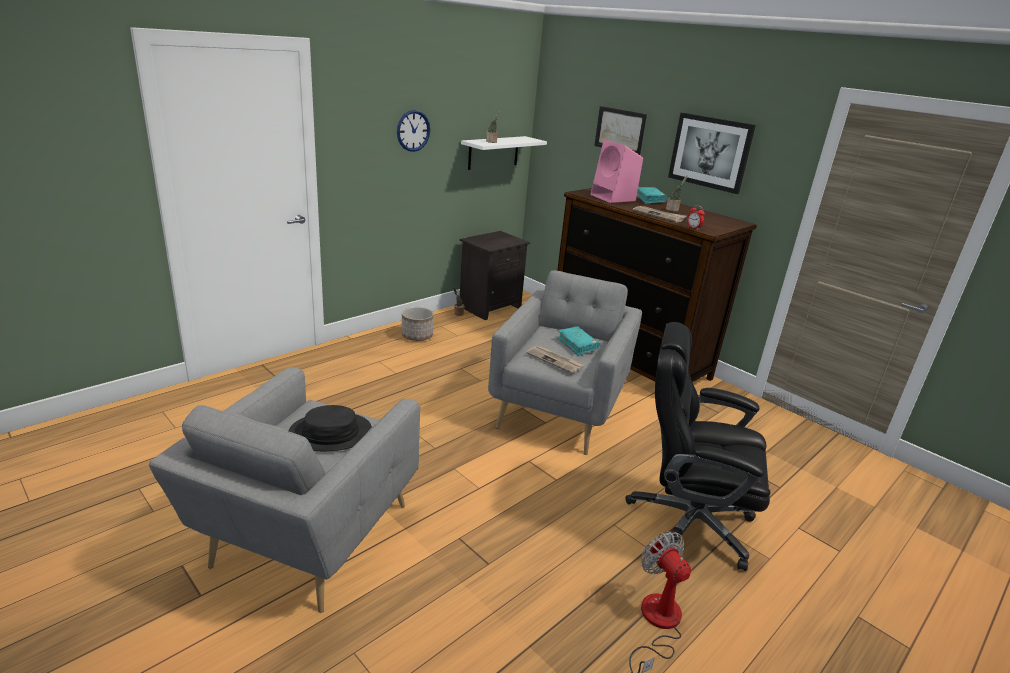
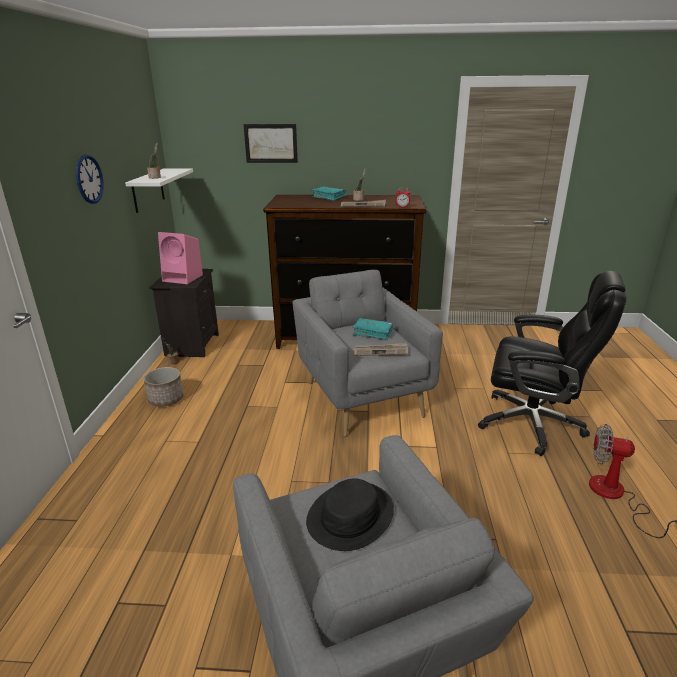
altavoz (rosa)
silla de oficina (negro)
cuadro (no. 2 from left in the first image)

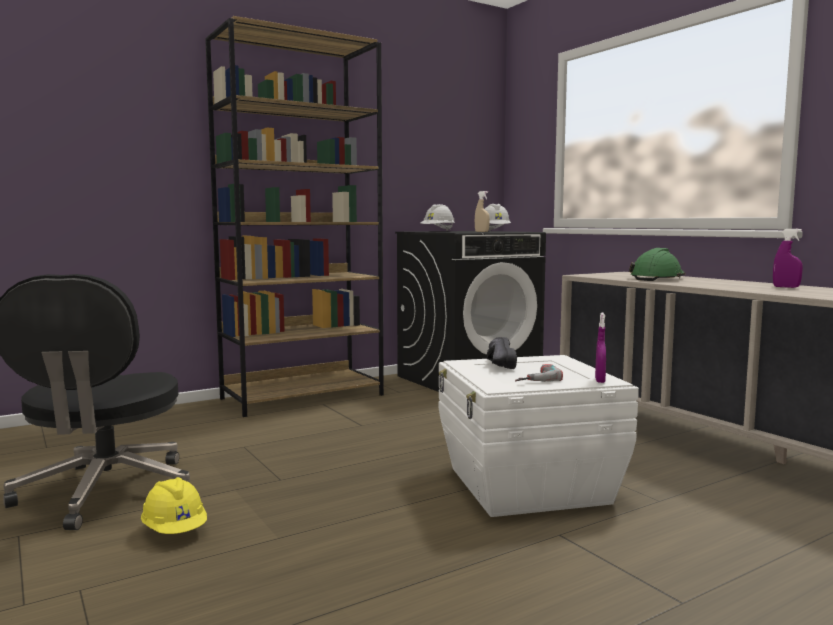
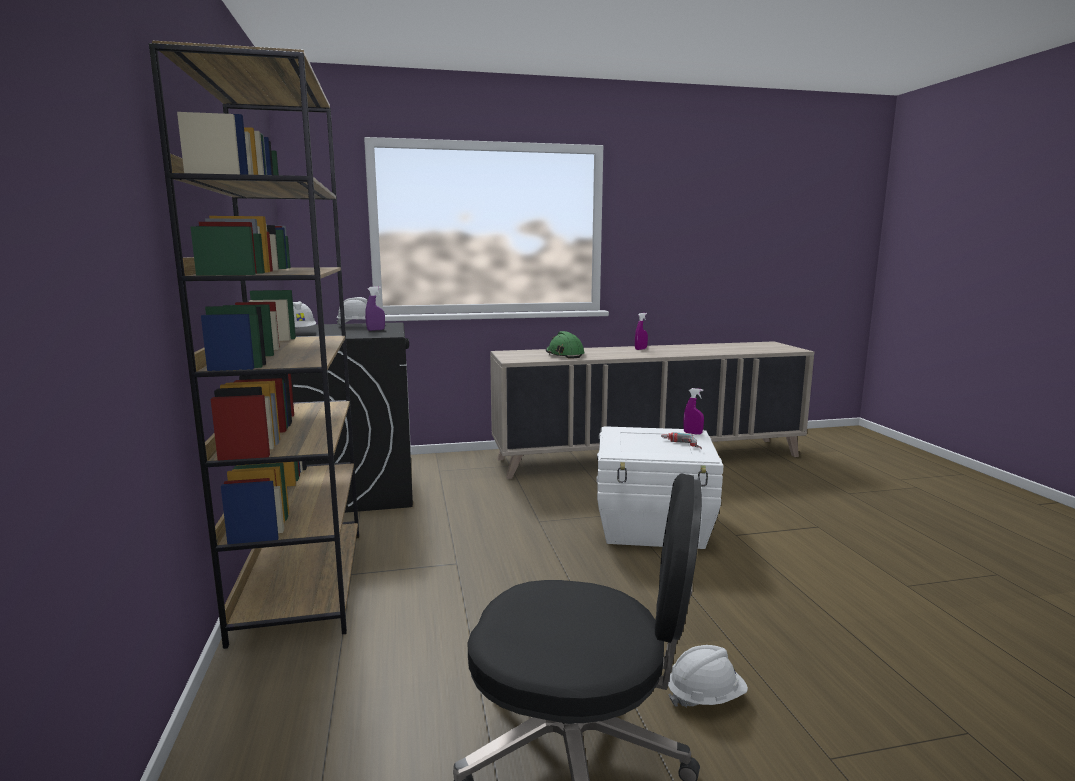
casco (blanco) (no. 3 from left)
pulverizador (morado) (no. 1 from left)
zapato (negro)

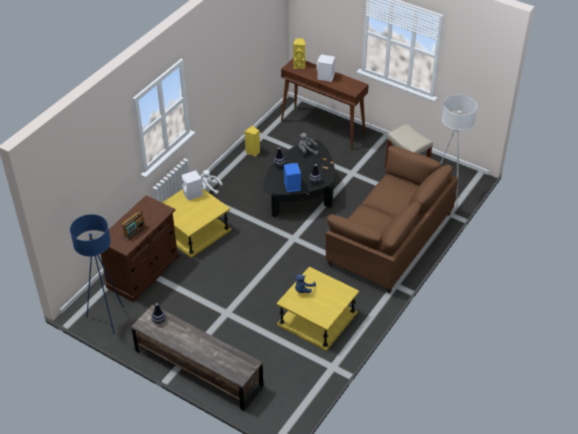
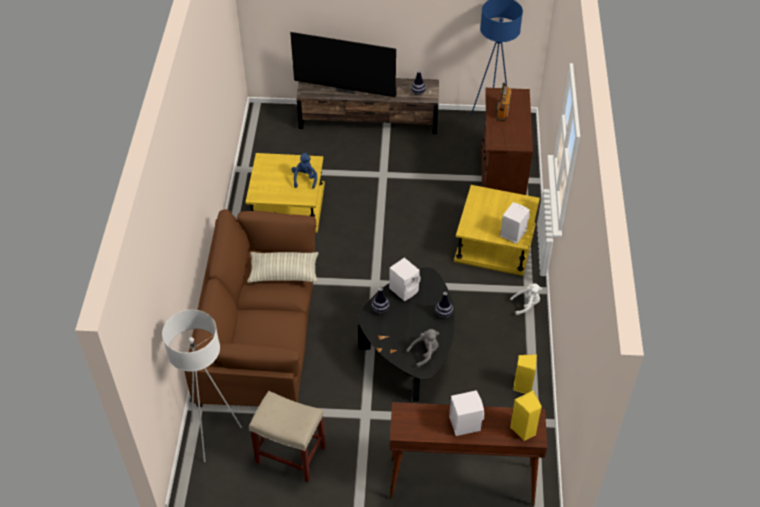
altavoz (blanco) (no. 1 from left)
cojín
televisor

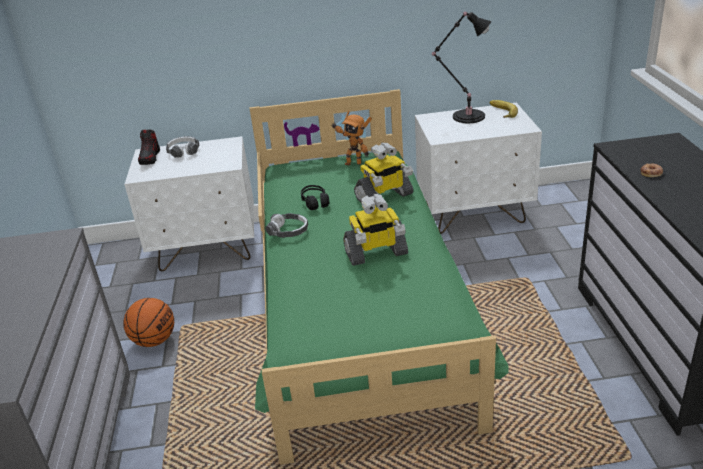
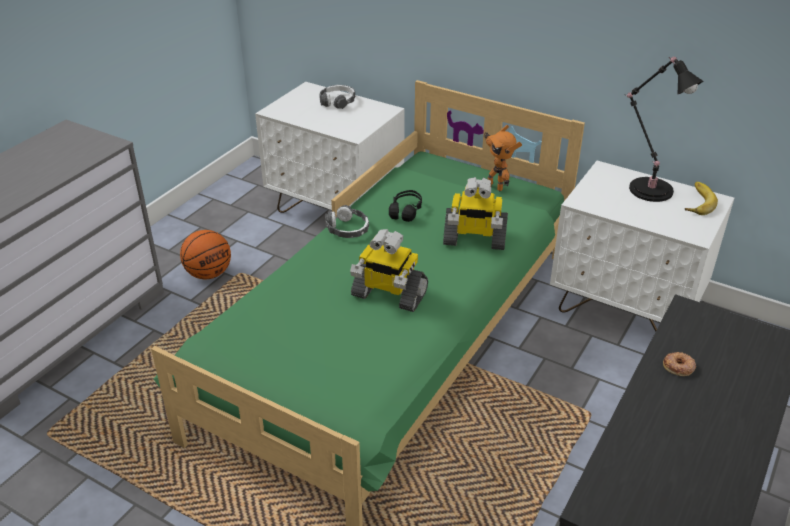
zapato

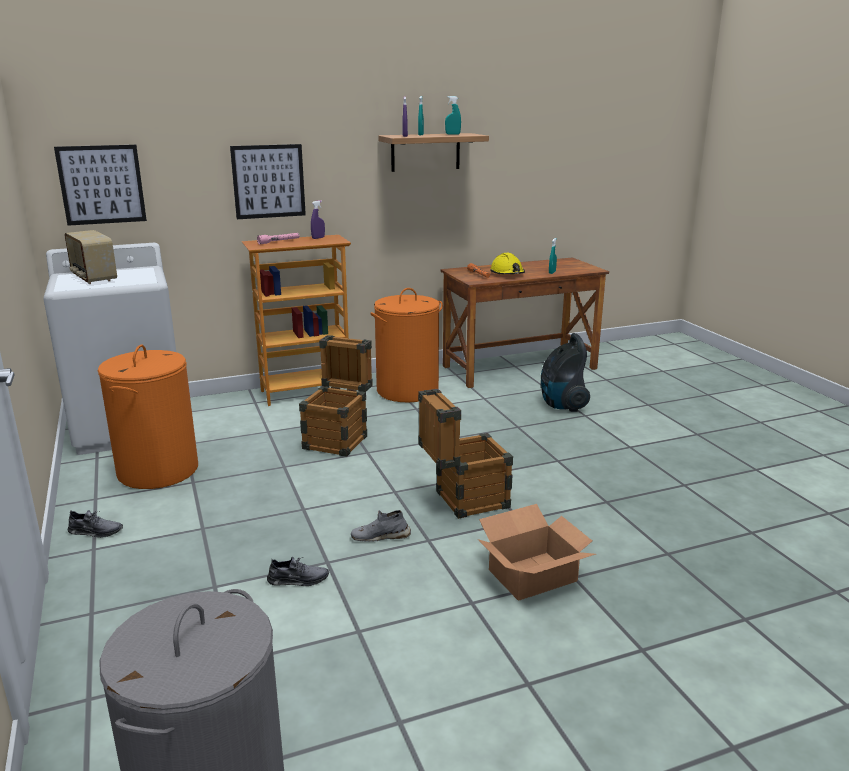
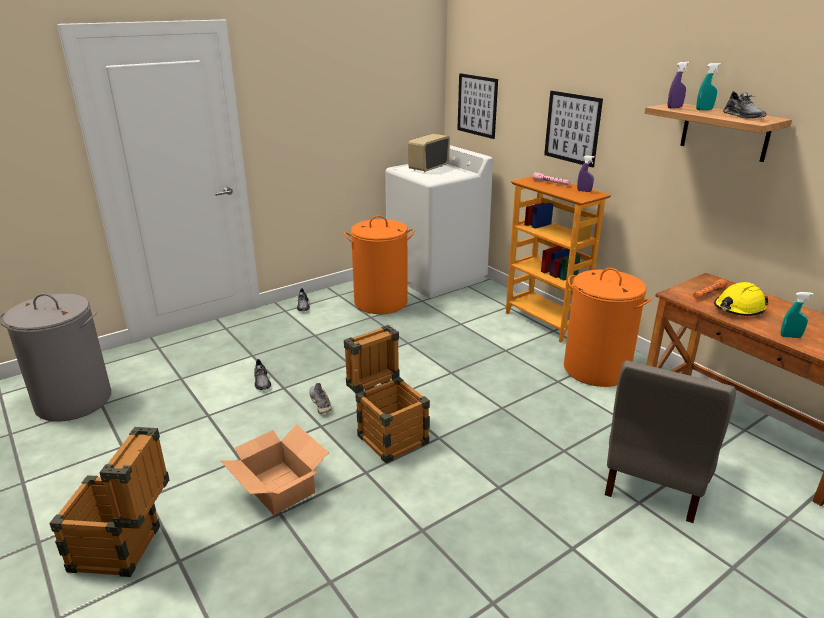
caja de embalaje (no. 1 from left)
zapato (gris) (no. 4 from left)
silla (gris)

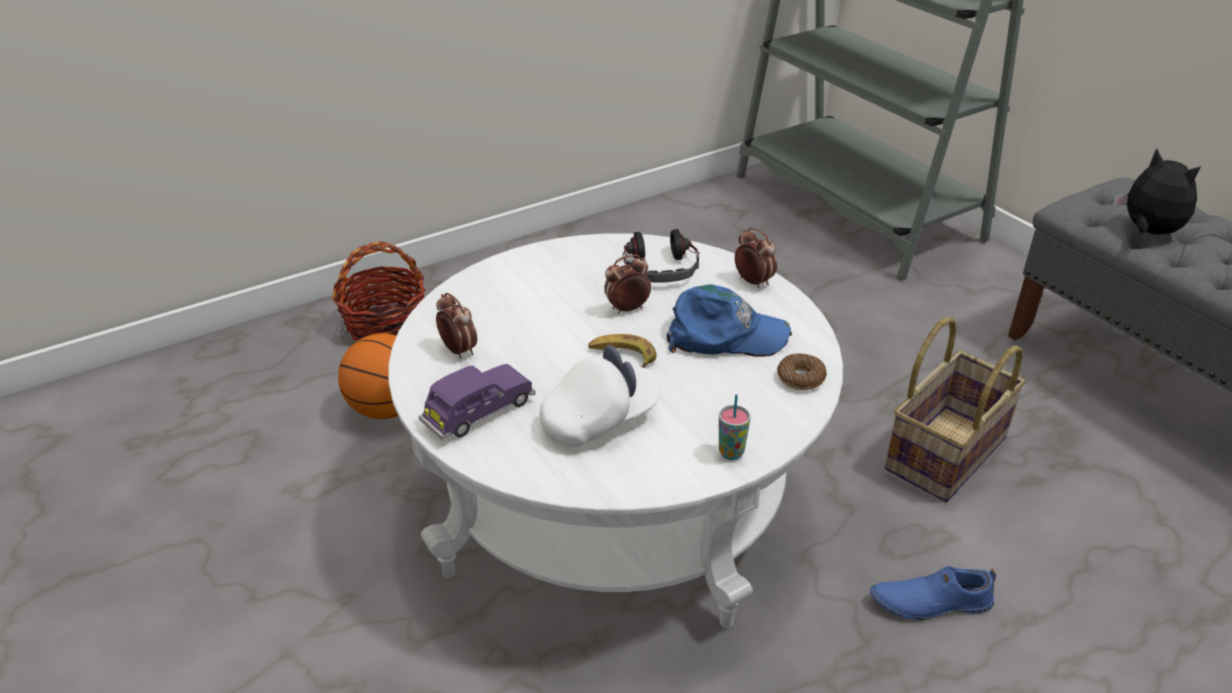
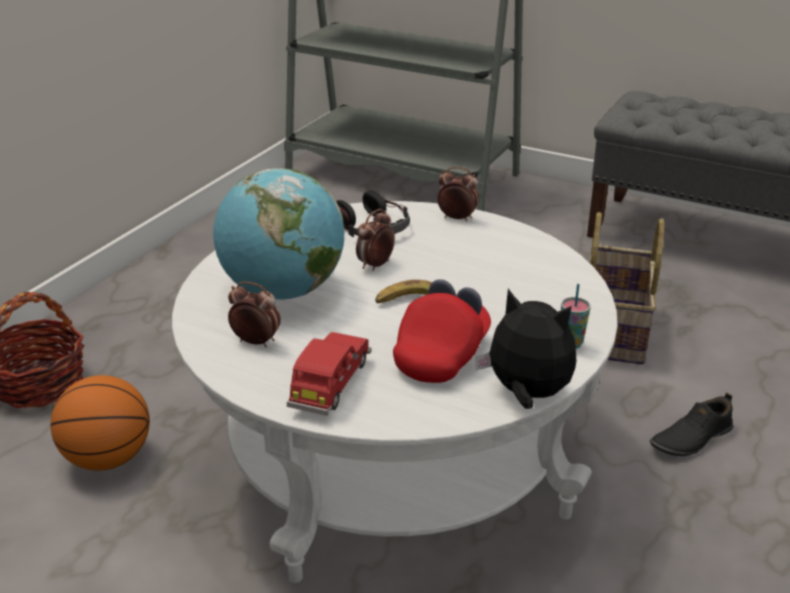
coche de juguete (rojo)
gorra (rojo)
gorra (azul)
rosquilla
zapato (negro)
peluche
globo terráqueo

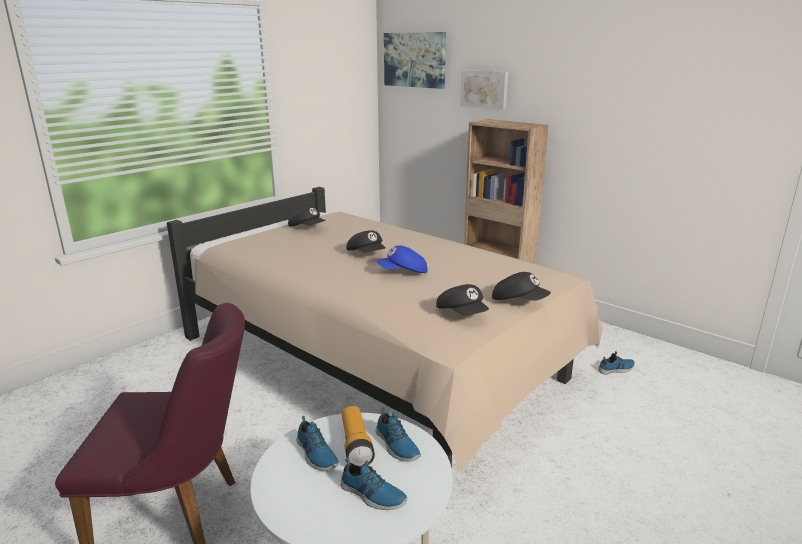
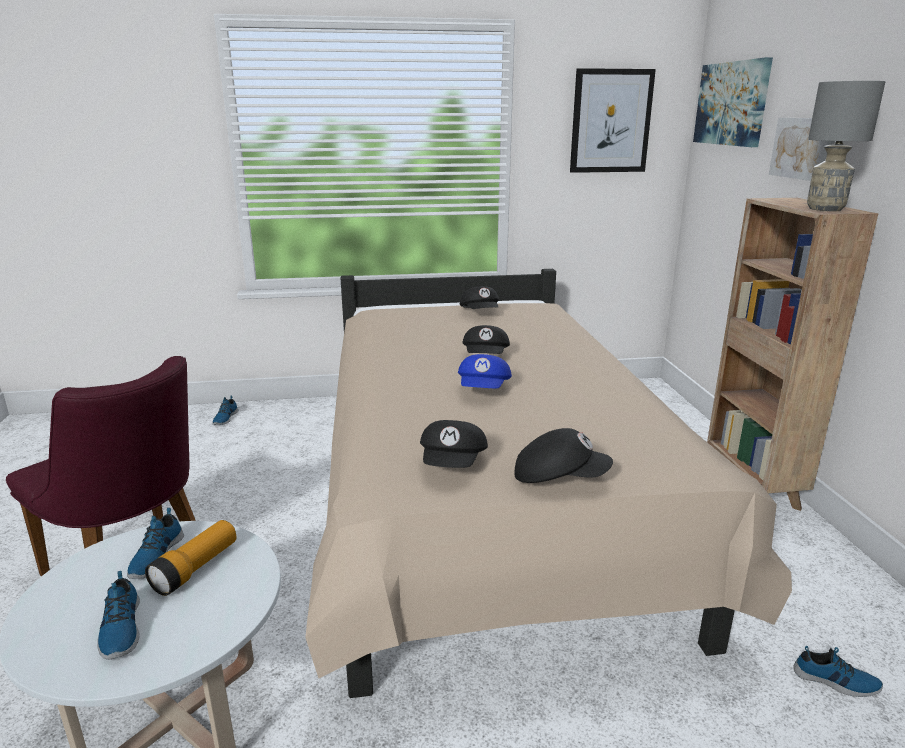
gorra (azul)
zapato (no. 3 from left)
gorra (negro) (no. 4 from left)
cuadro (no. 1 from left)
lámpara de mesa (gris)

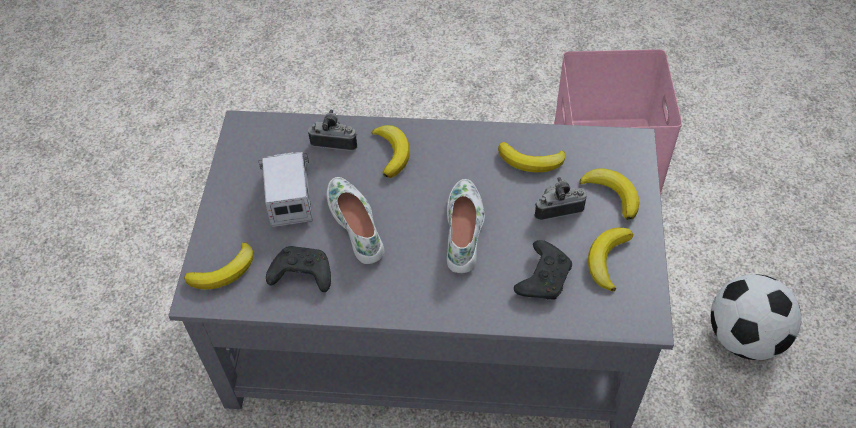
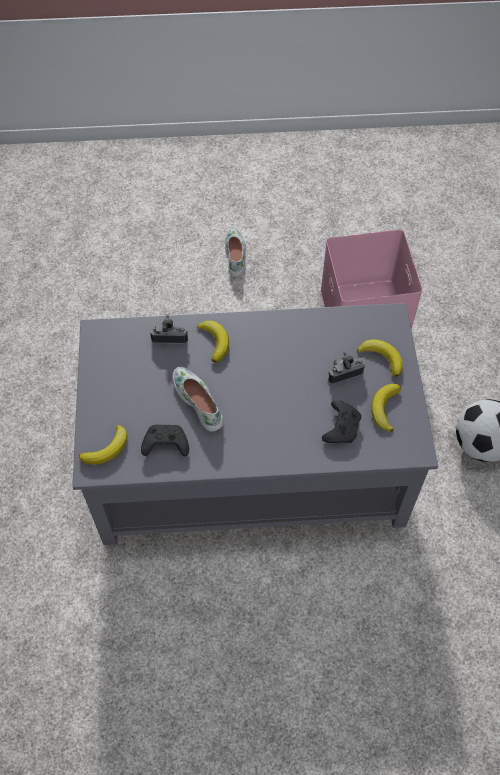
camión de juguete
zapato (blanco) (no. 2 from left)
plátano (no. 3 from left in the first image)

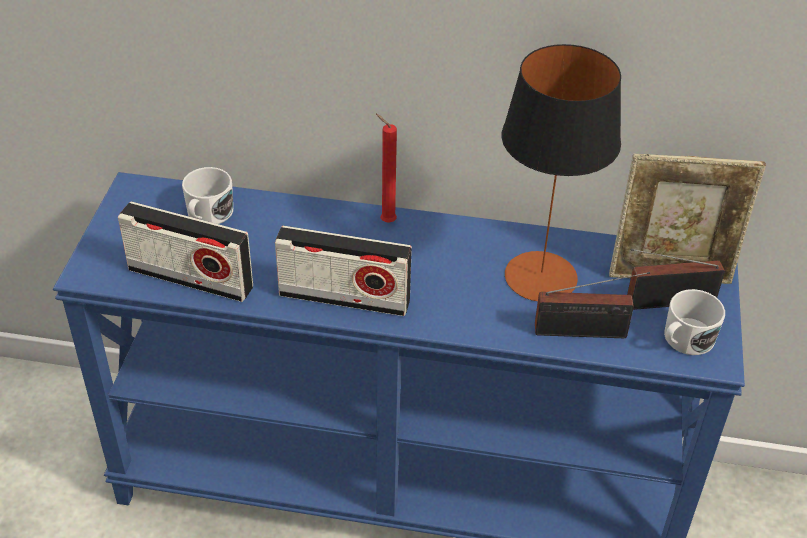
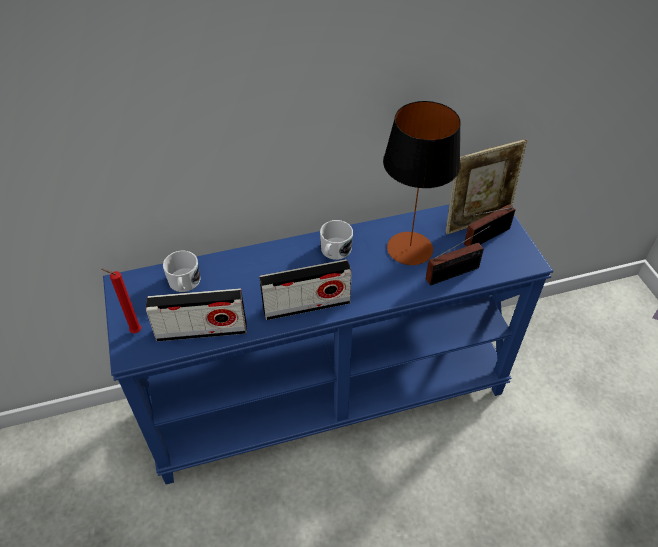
vela (rojo)
taza grande (blanco) (no. 2 from left)

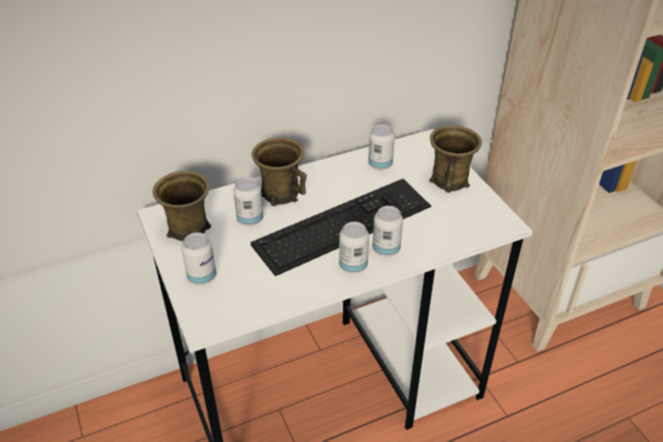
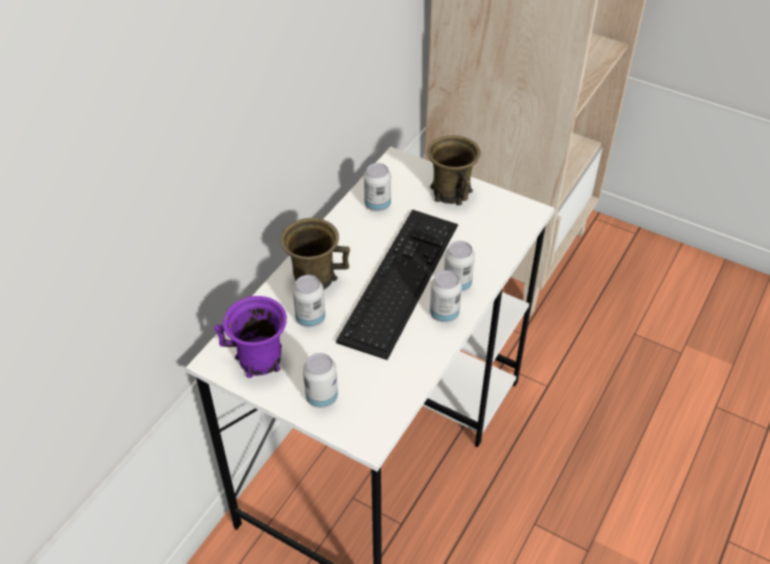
taza grande (morado)

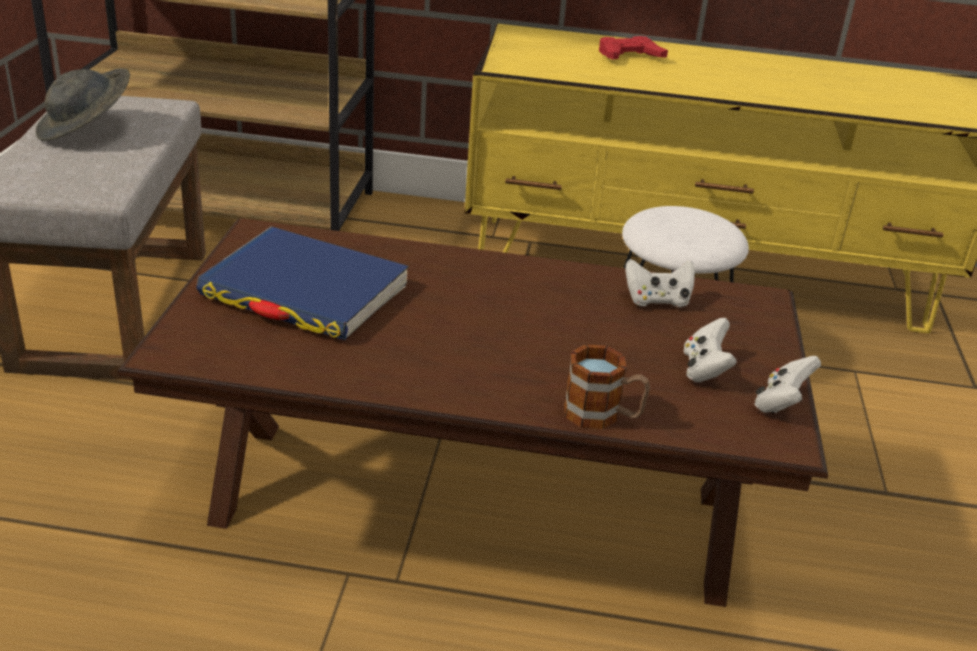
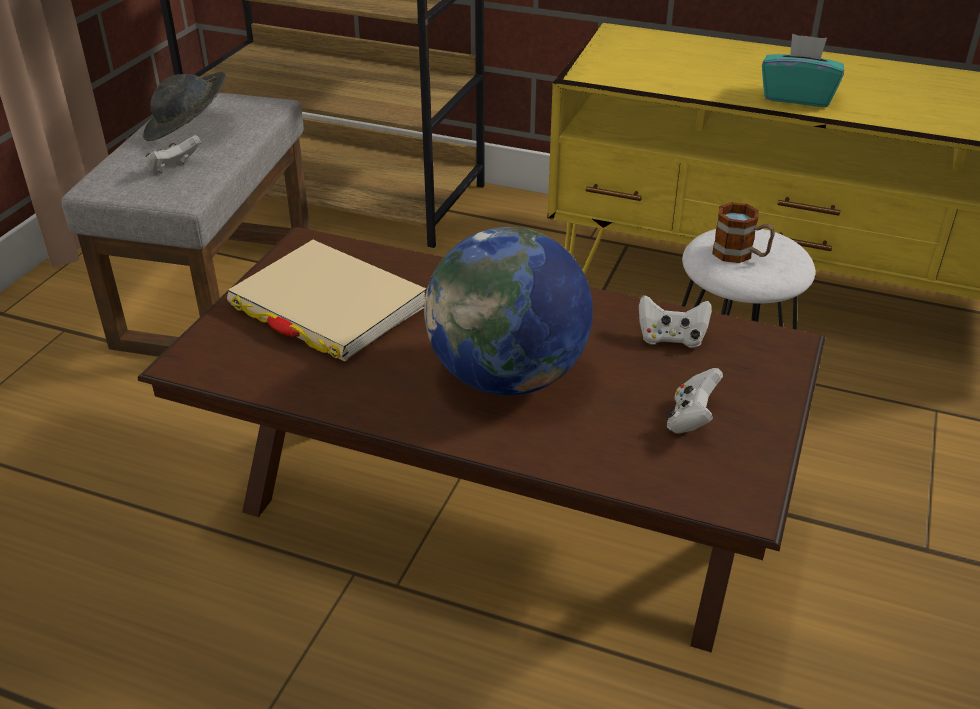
libro (beis)
taza grande
mando de consola (rojo)
mando de consola (blanco) (no. 1 from left)
globo terráqueo
caja de pañuelos (turquesa)

